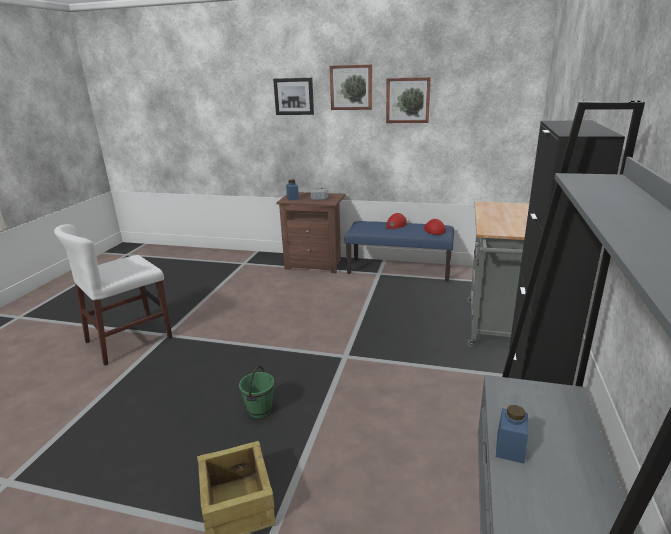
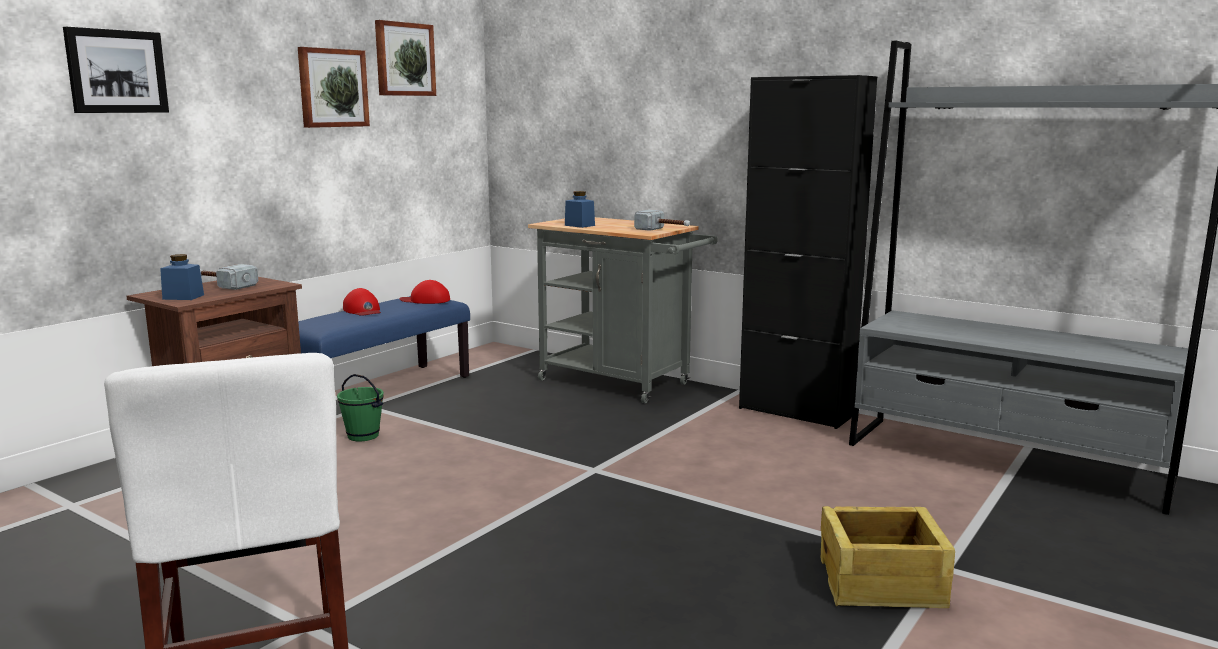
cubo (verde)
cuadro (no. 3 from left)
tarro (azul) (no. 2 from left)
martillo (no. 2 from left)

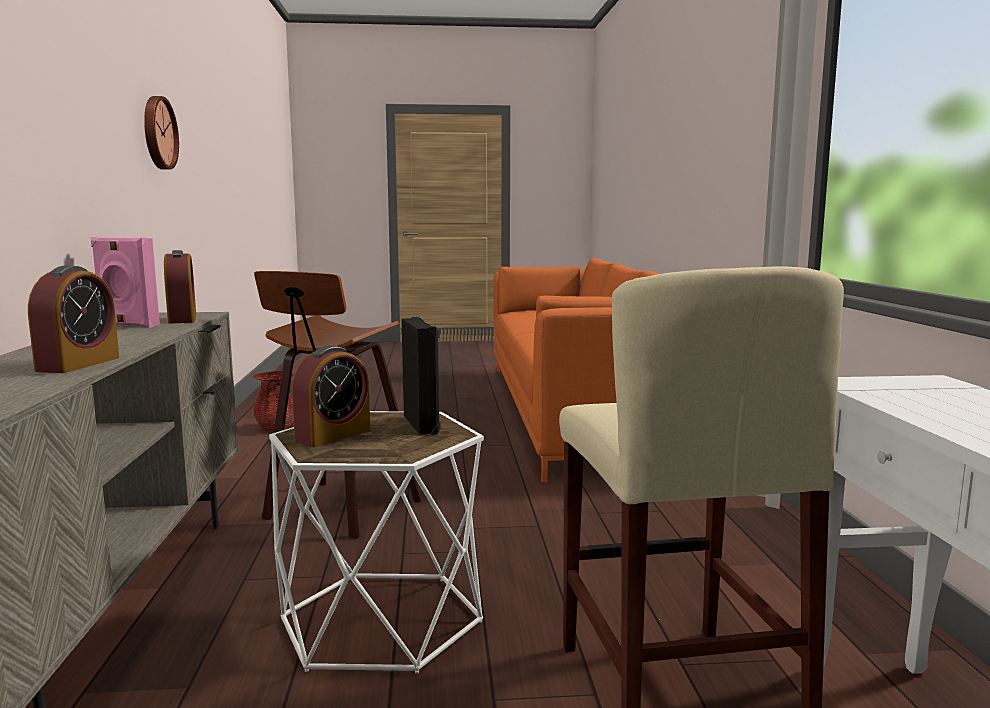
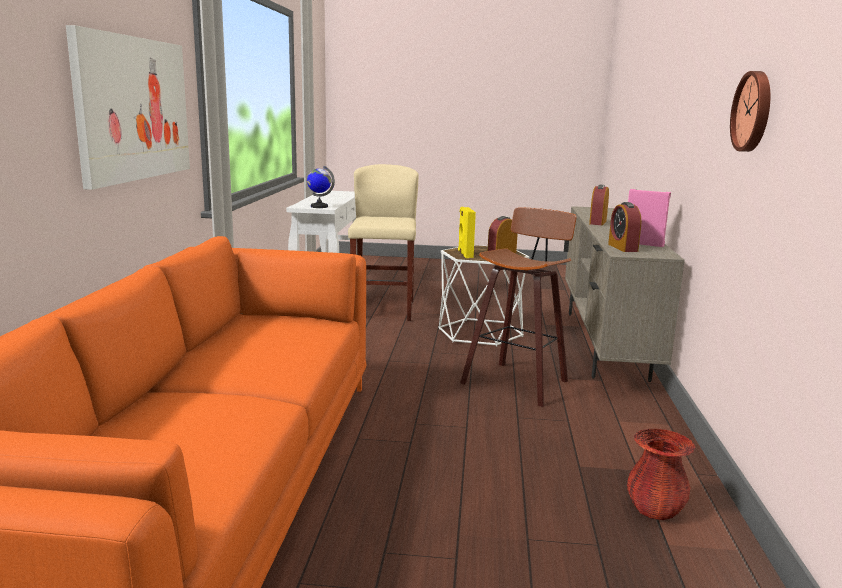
altavoz (amarillo)
cuadro
globo terráqueo

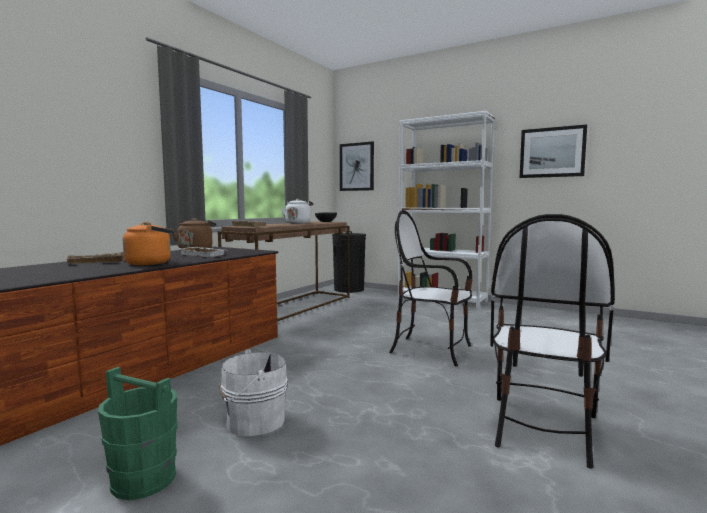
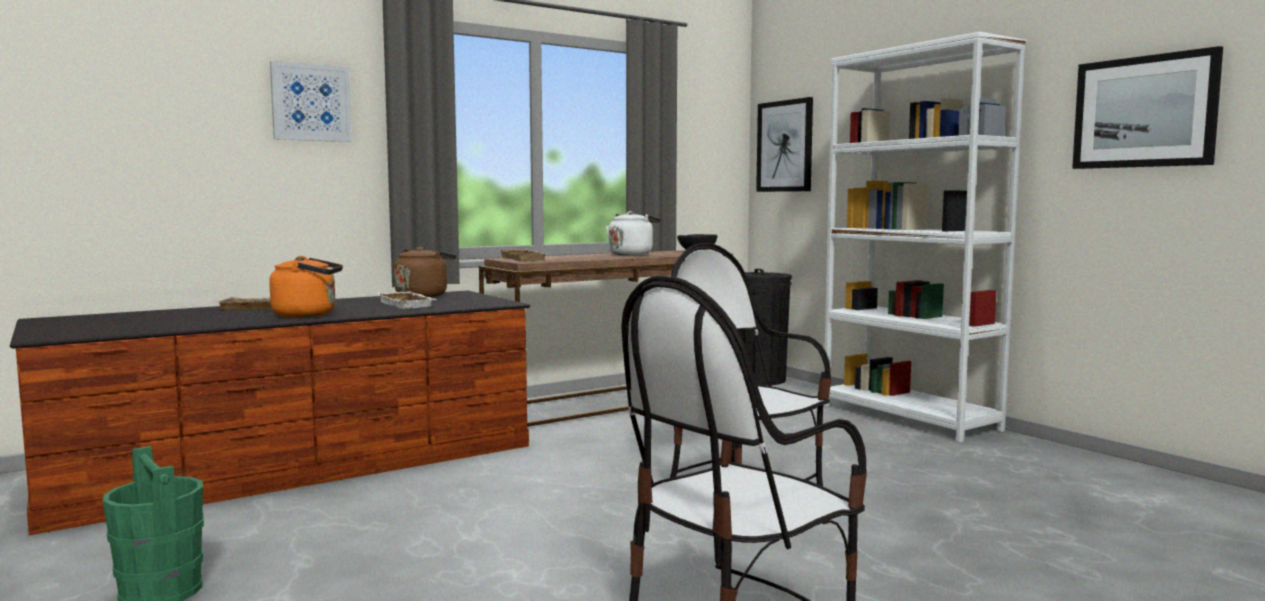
cubo (blanco)
cuadro (no. 1 from left)

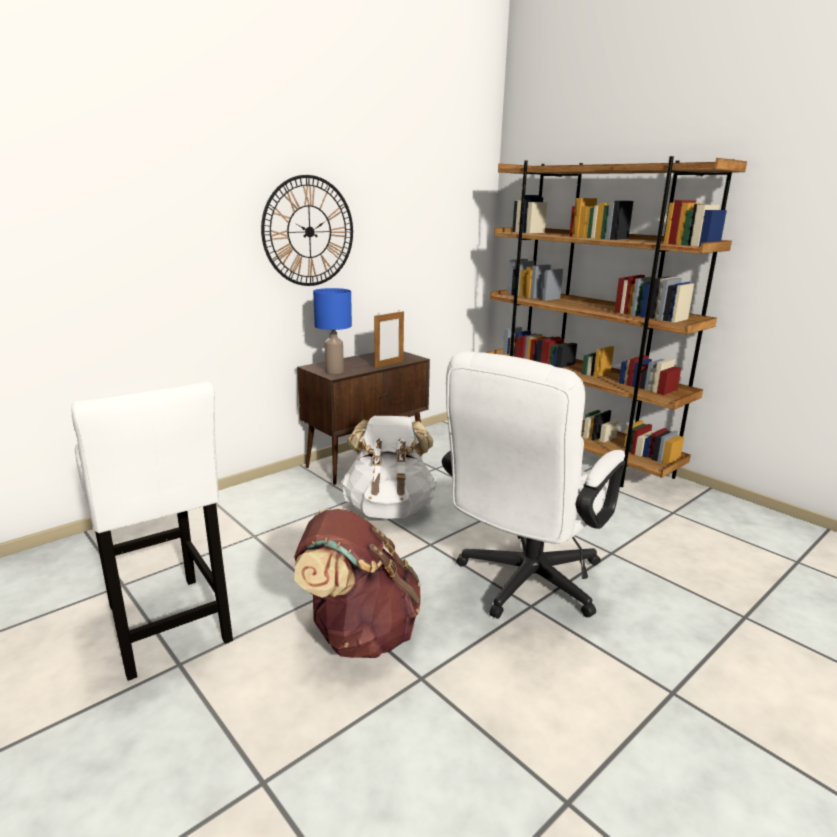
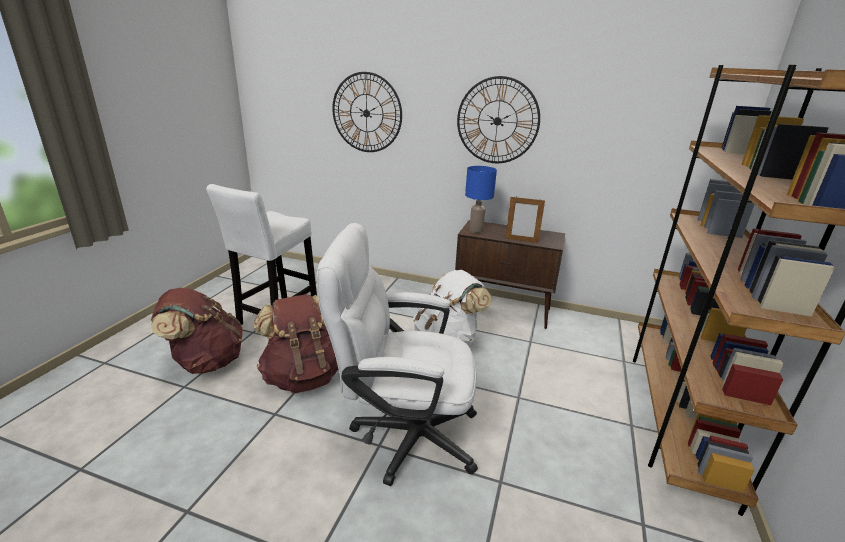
mochila (marrón) (no. 1 from left)
reloj de pared (no. 1 from left)

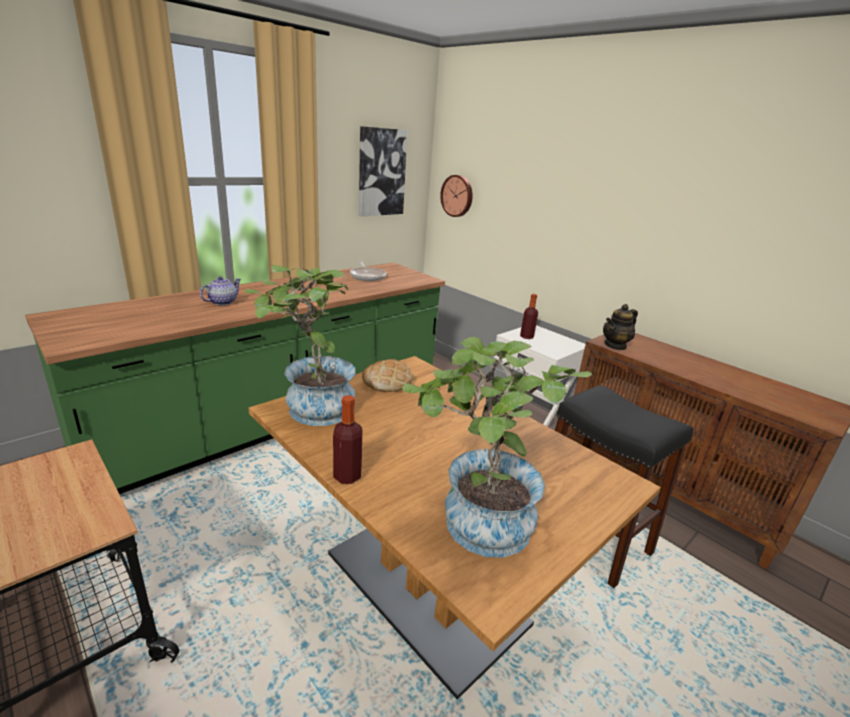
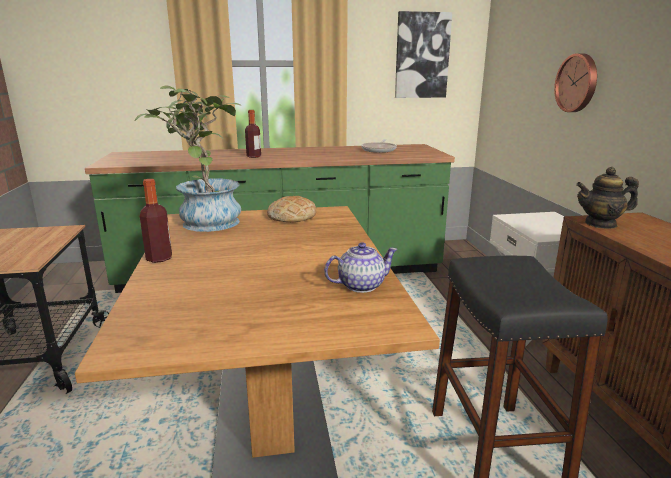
tetera (no. 1 from left)
planta en maceta (no. 2 from left in the first image)
reloj de pared
botella (no. 2 from left)

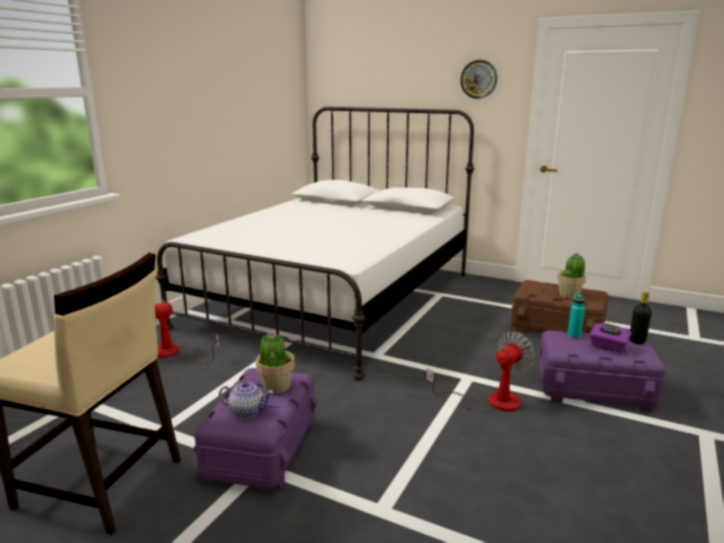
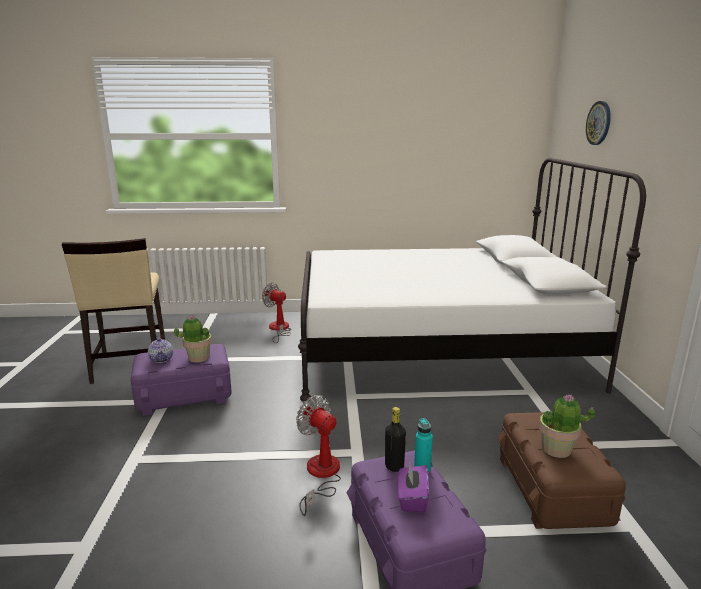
ventilador (no. 2 from left)
reloj de pared
botella (negro)

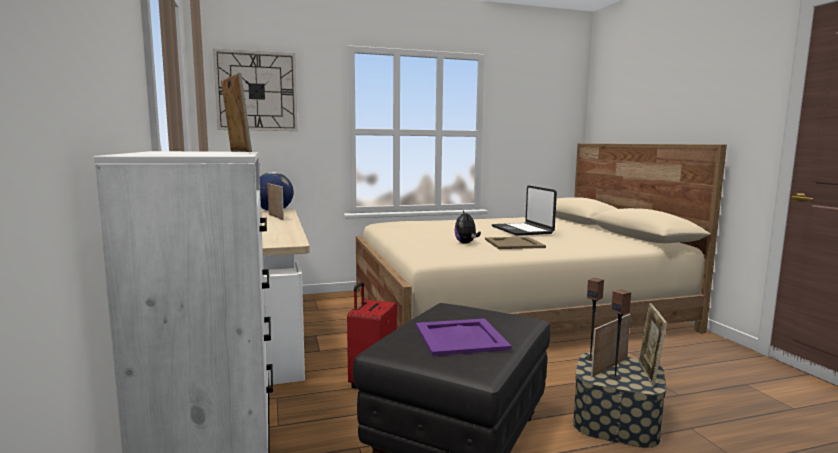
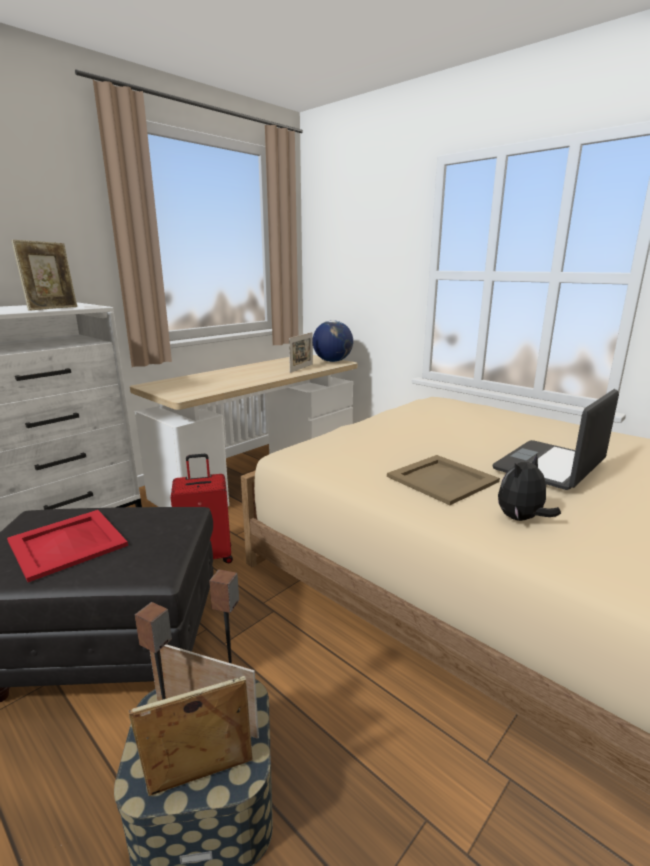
reloj de pared
bandeja (rojo)
peluche

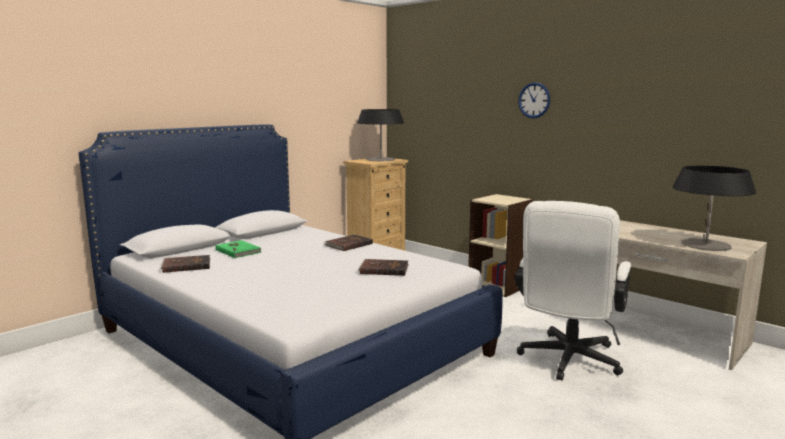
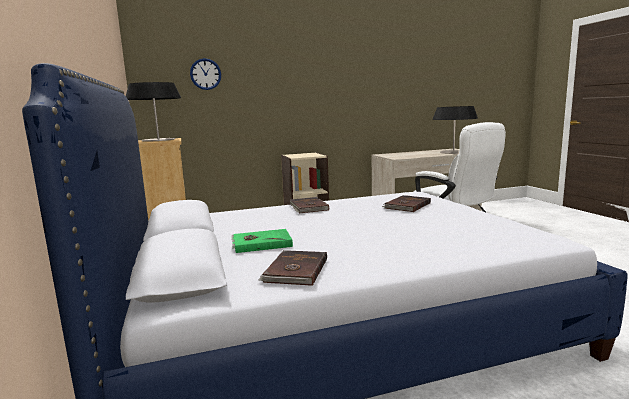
reloj de pared

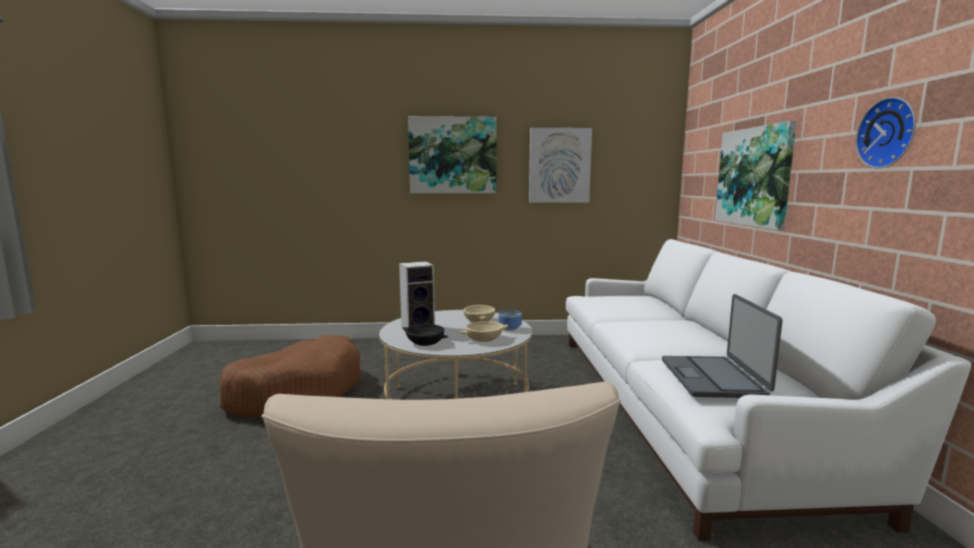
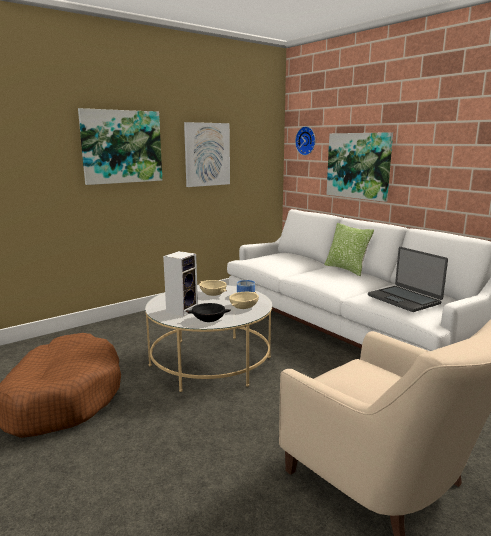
reloj de pared
cojín

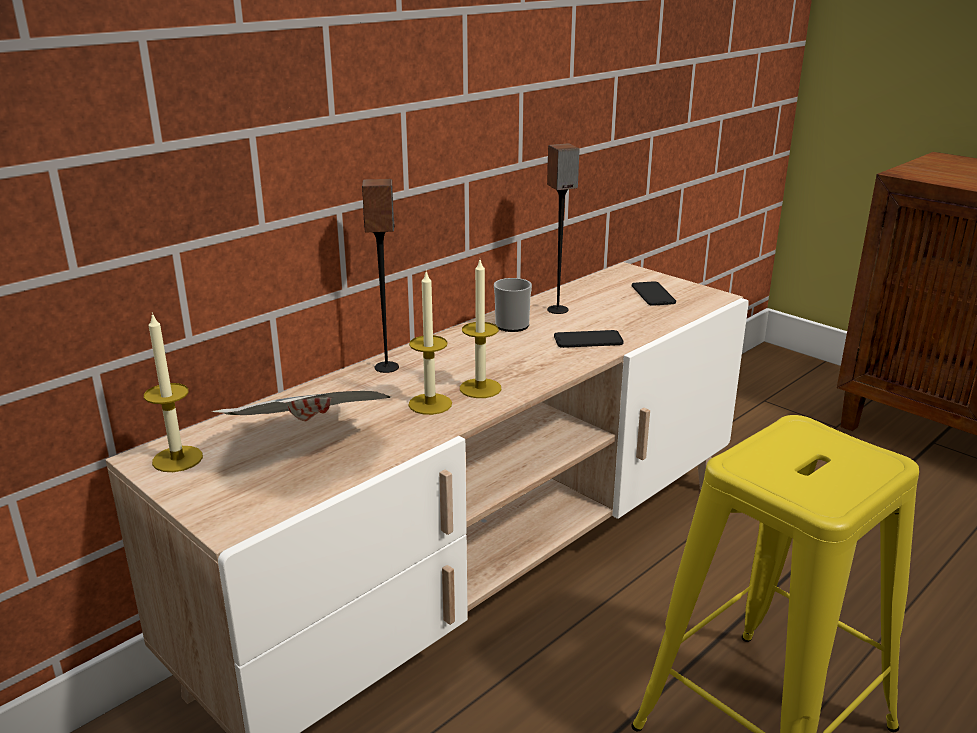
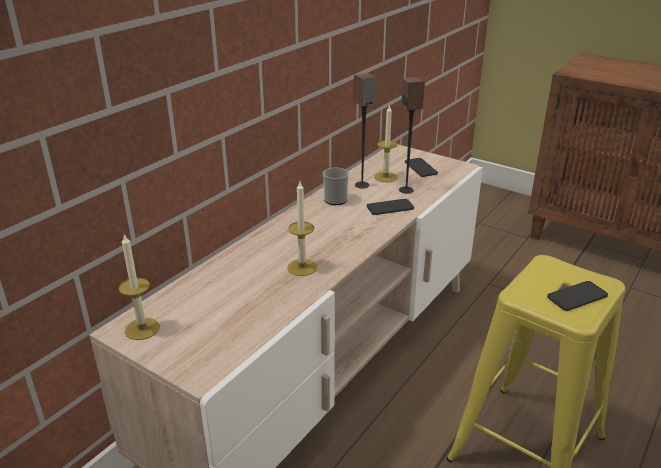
periódico
altavoz (no. 2 from left)
vela (no. 3 from left)
móvil (no. 3 from left)

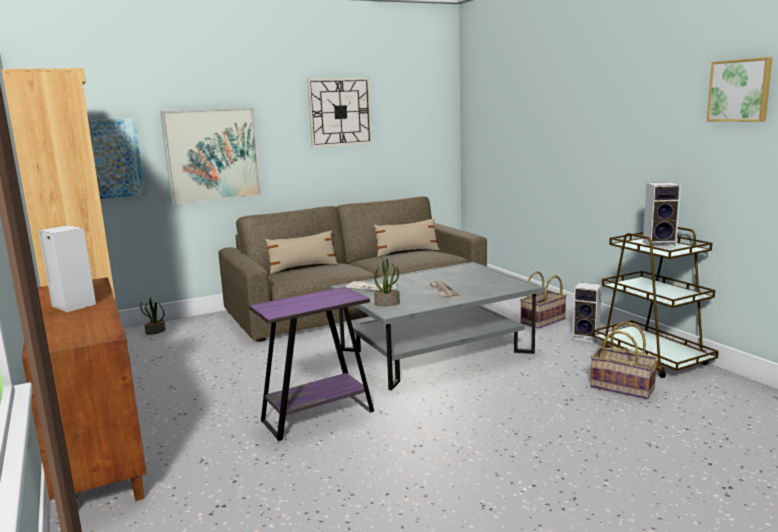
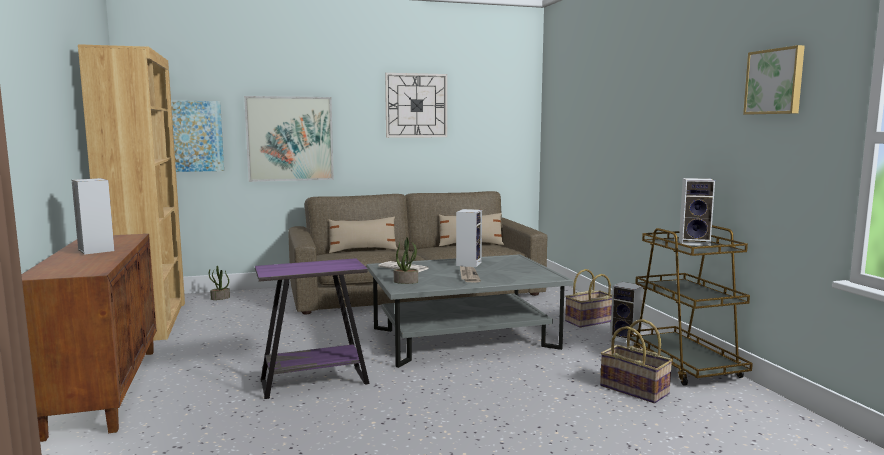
altavoz (no. 2 from left)

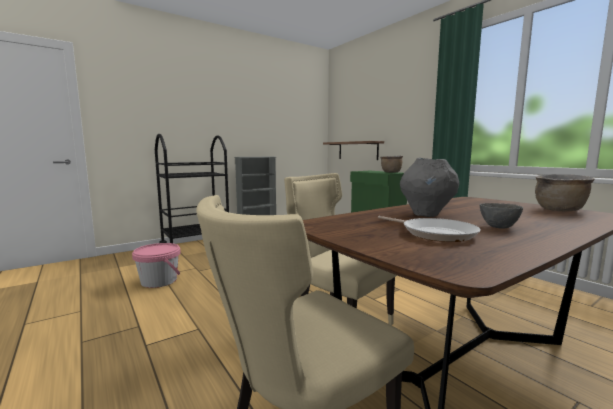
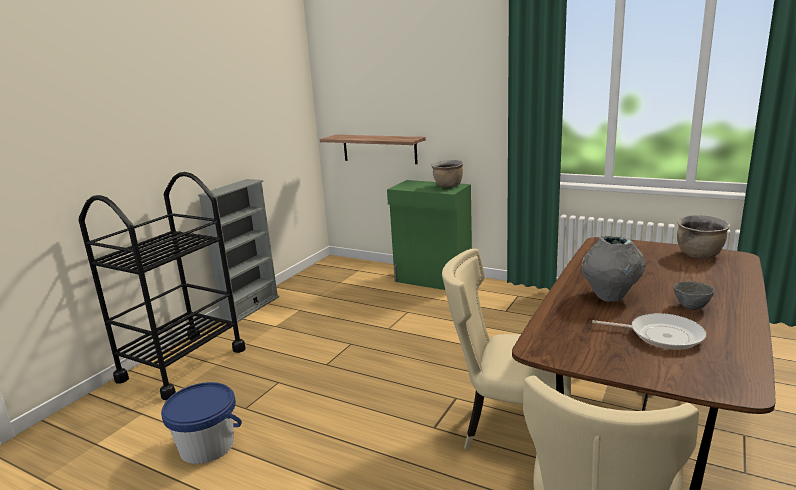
cubo (azul)

